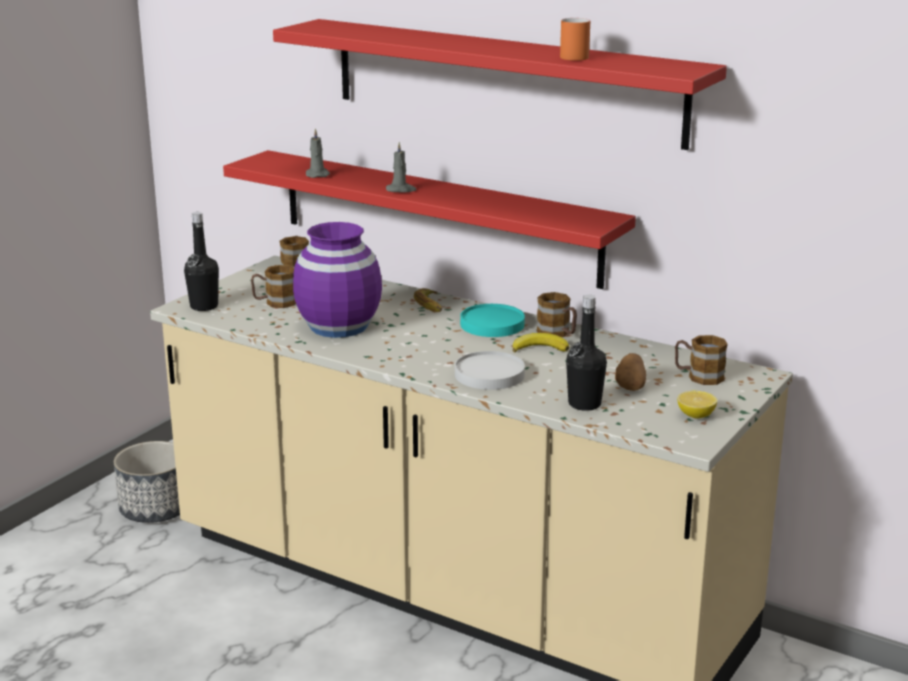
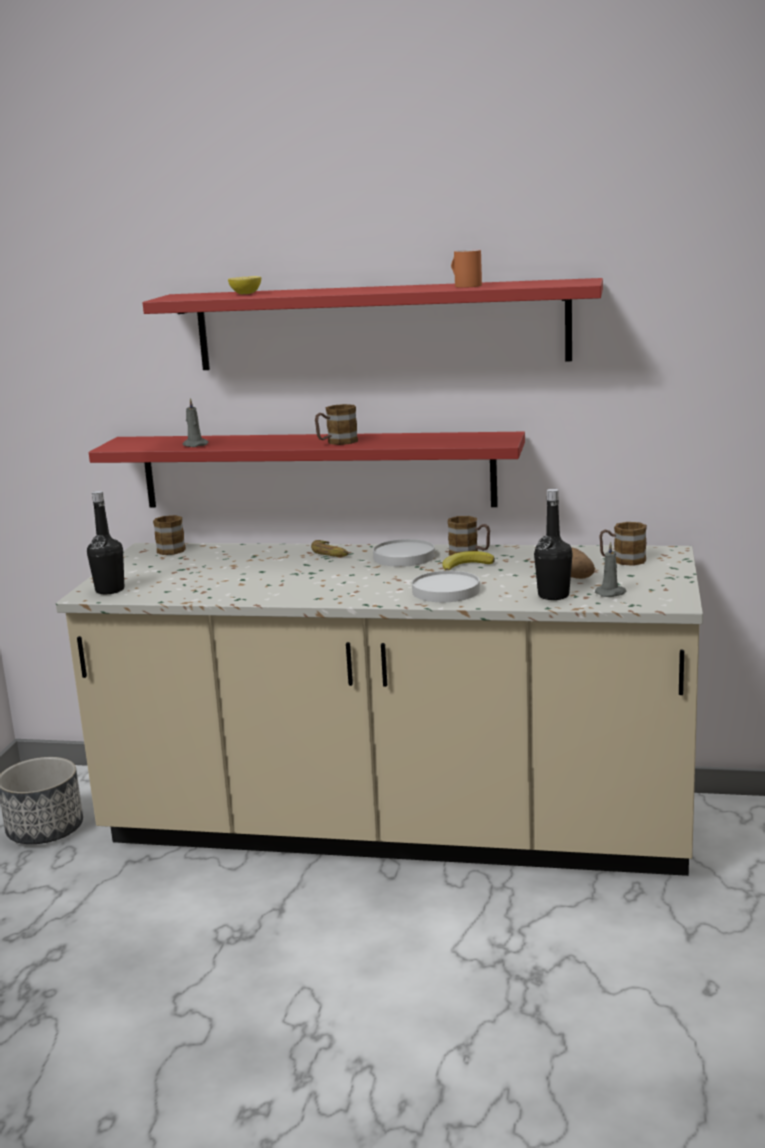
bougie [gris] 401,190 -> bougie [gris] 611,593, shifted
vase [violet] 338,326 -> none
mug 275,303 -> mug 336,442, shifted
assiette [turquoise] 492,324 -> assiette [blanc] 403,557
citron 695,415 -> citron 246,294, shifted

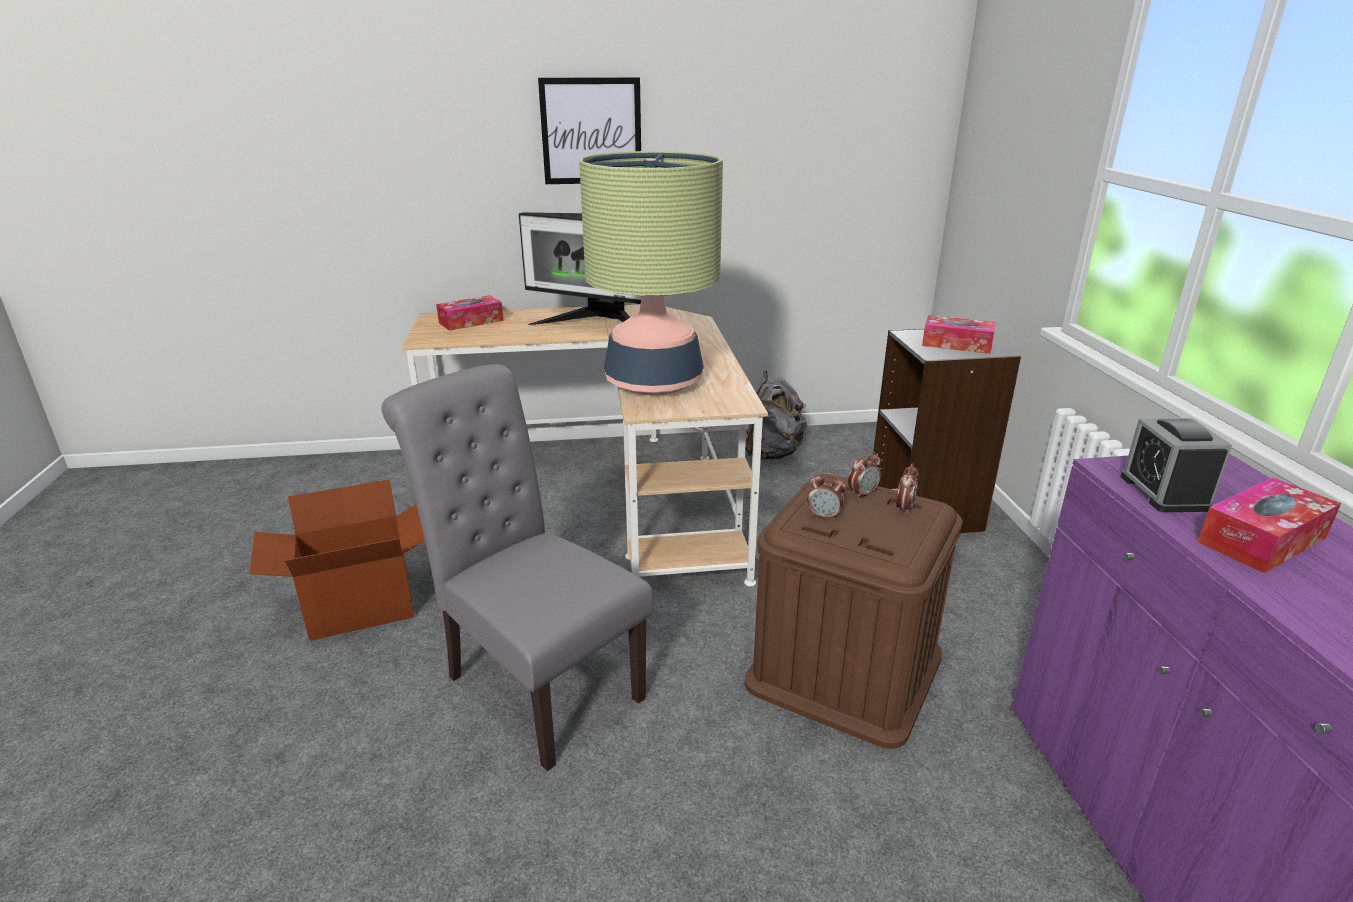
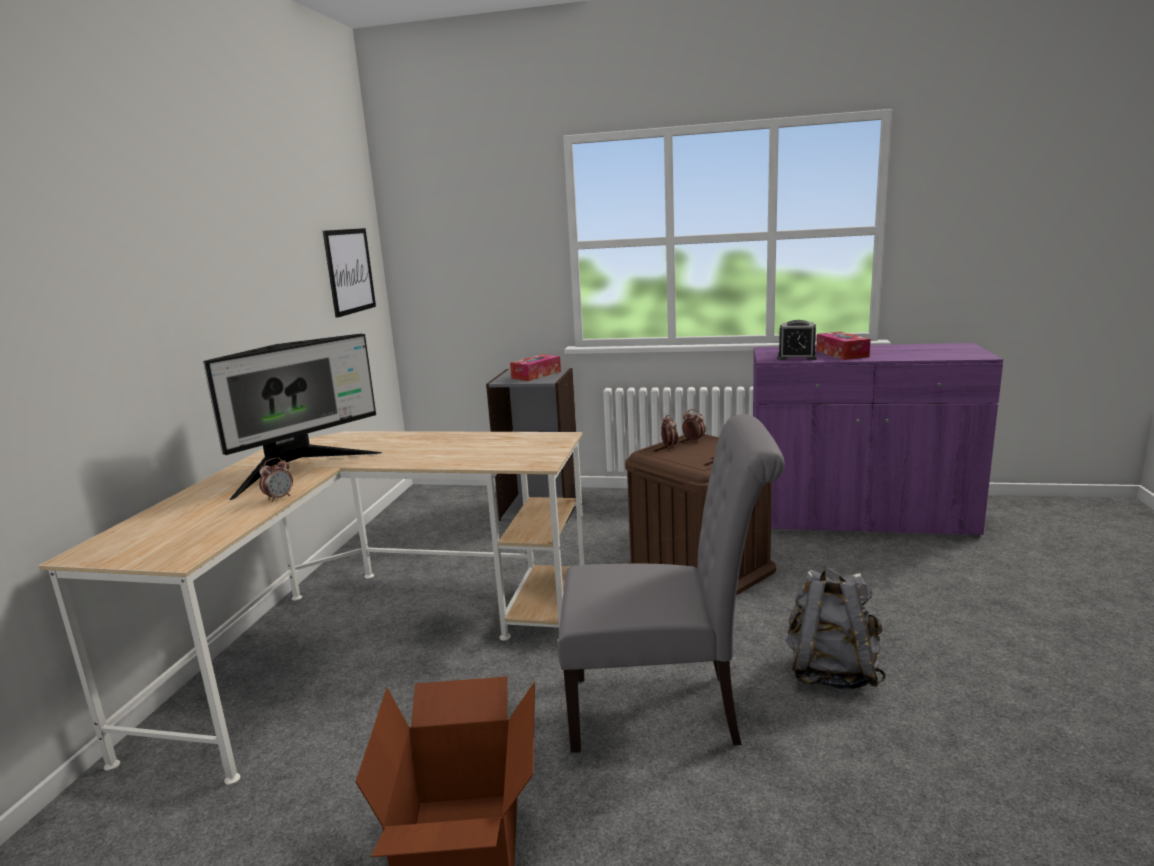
tableau 591,131 -> tableau 349,271, shifted
lampe de table 653,382 -> none
boîte à mouchoirs 471,321 -> none
chaise [gris] 535,682 -> chaise [gris] 665,710, 150 degrees counterclockwise
sac à dos [gris] 771,453 -> sac à dos [gris] 831,673, shifted
réveil 824,516 -> réveil 279,498, shifted

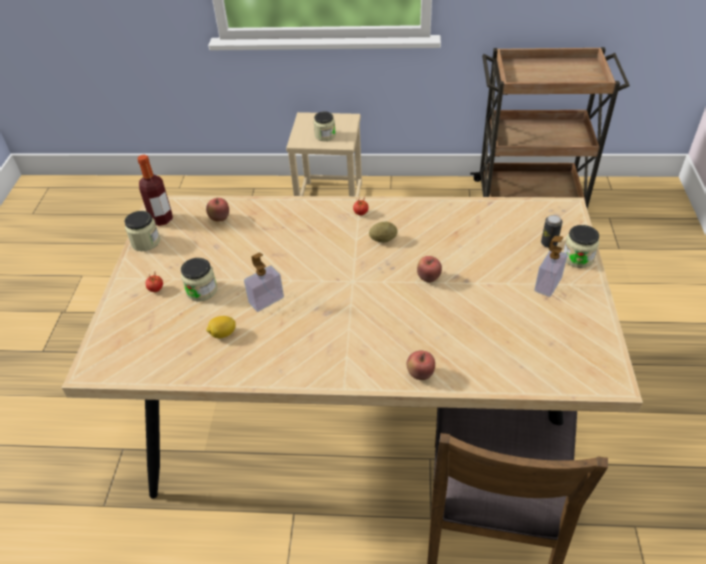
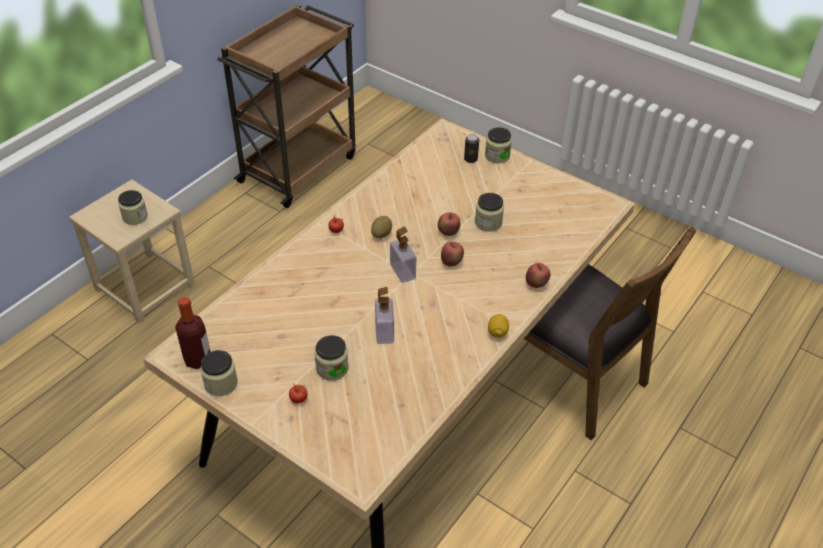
pomme 220,219 -> pomme 451,263, shifted
distributeur de savon 547,284 -> distributeur de savon 402,271, shifted
citron 223,334 -> citron 497,332, shifted
none -> bocal 488,223

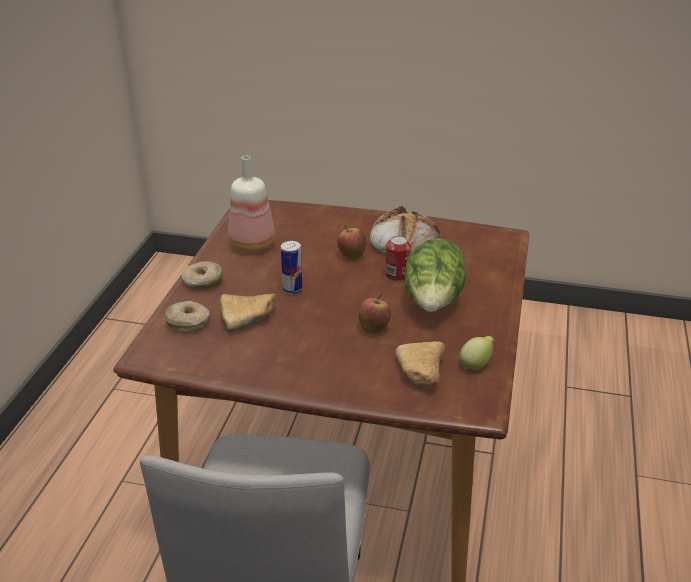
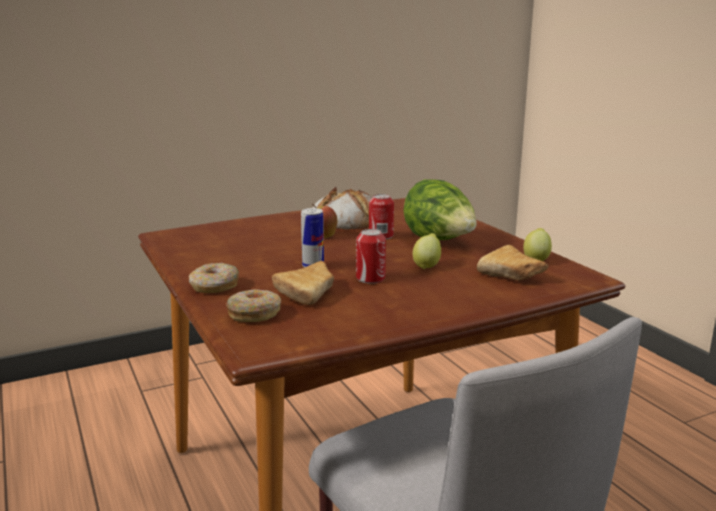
bouteille 253,245 -> none
pomme 374,328 -> citron 427,265
none -> boîte métallique 370,278

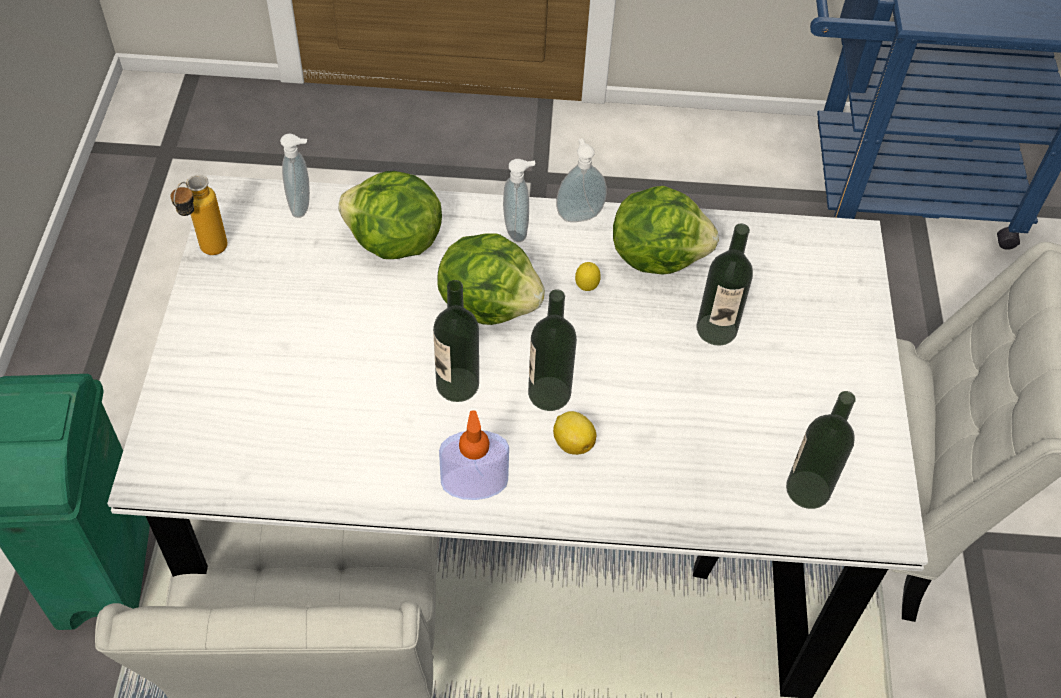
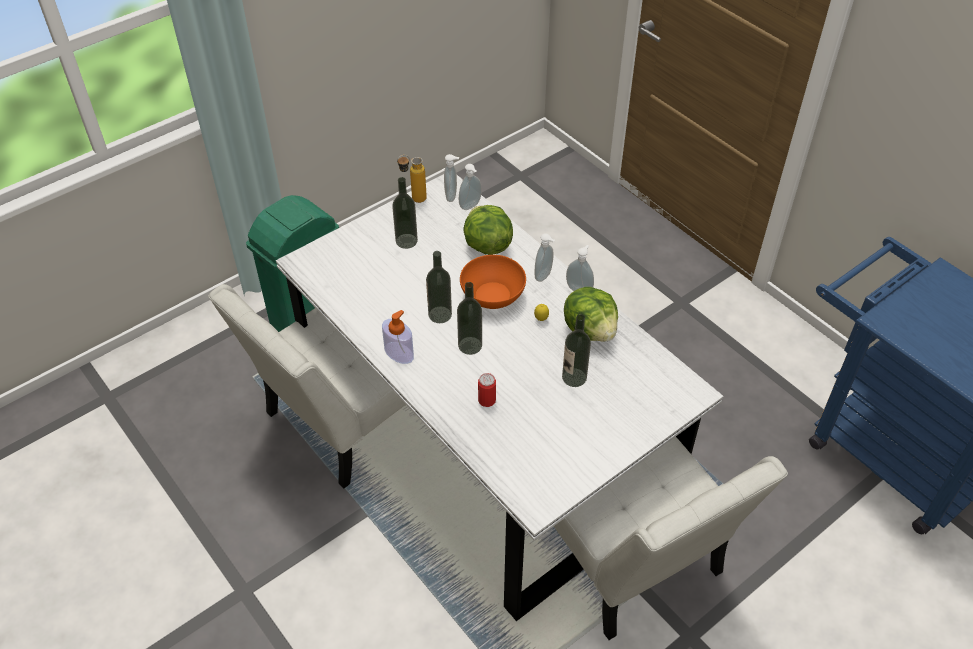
laitue 489,304 -> bol [orange] 493,295
bouteille 808,489 -> bouteille 406,241, shifted
citron 572,442 -> none
none -> distributeur de savon 452,196
none -> boîte métallique 487,400

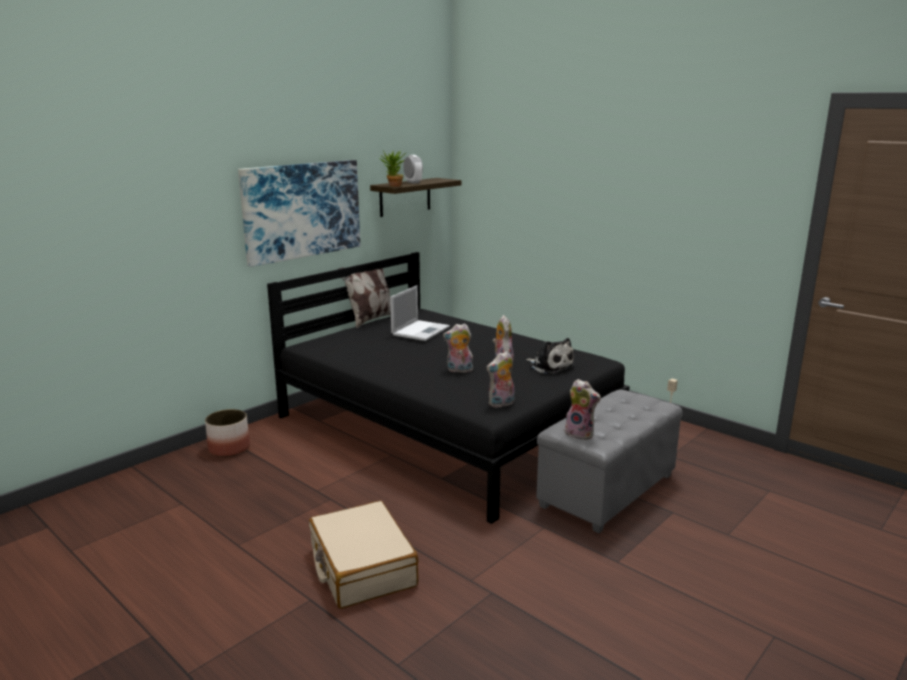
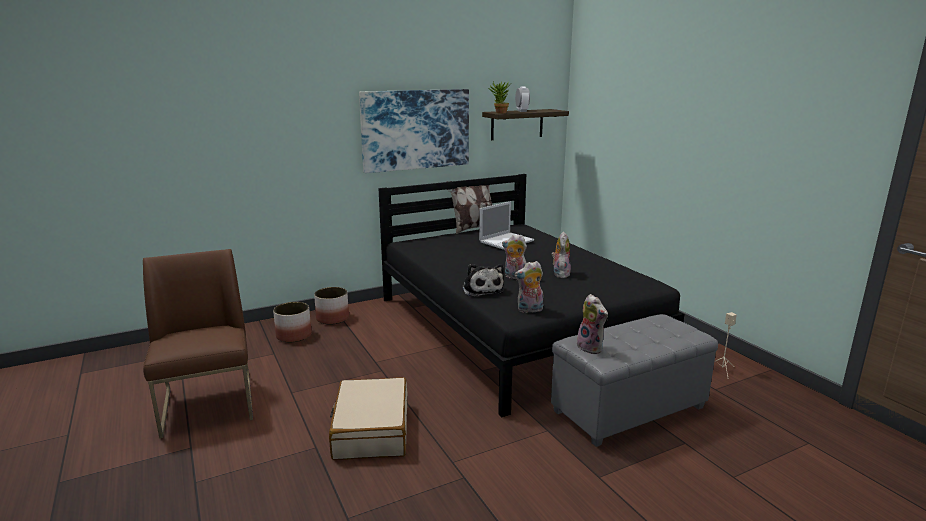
peluche 549,366 -> peluche 482,289, shifted
none -> chaise [marron] 209,405
none -> cache-pot 294,335

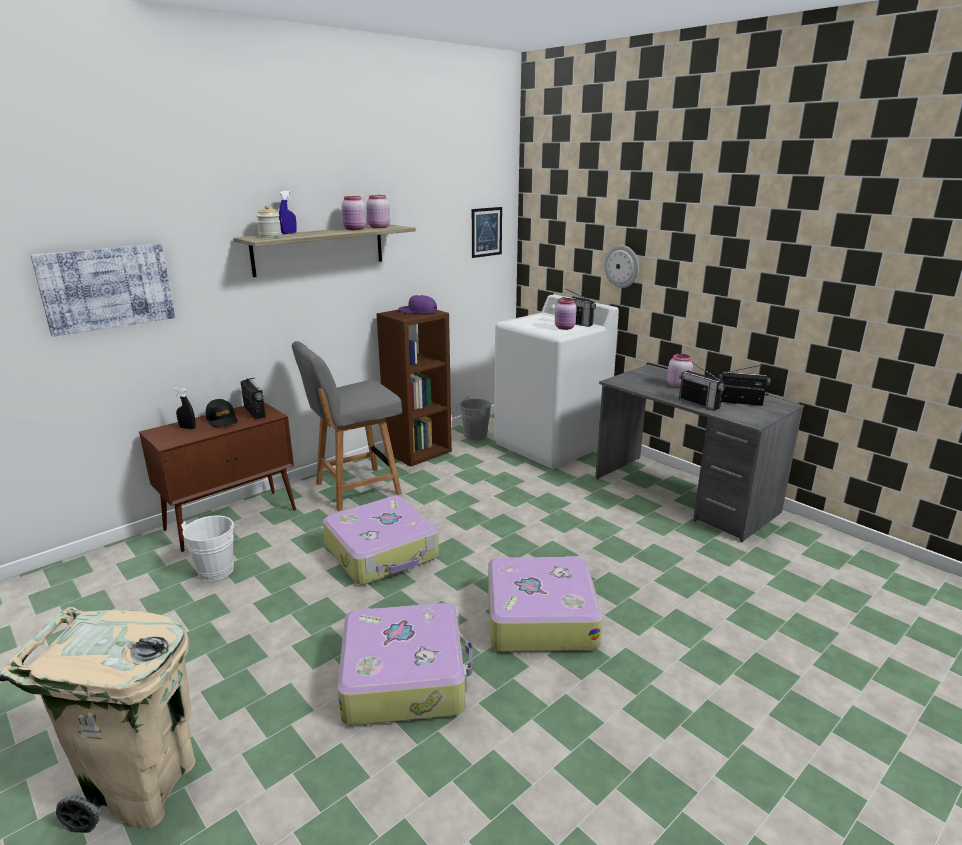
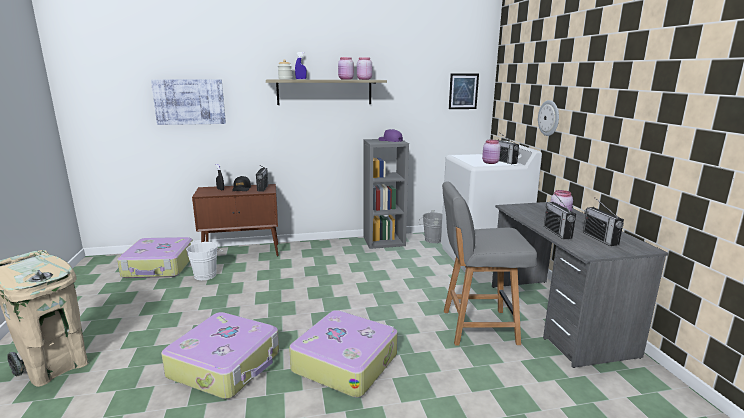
bibliothèque [marron] 418,451 -> bibliothèque [gris] 384,241
chaise [gris] 355,489 -> chaise [gris] 477,327, shifted
radio 740,402 -> radio 600,238, 150 degrees counterclockwise
valise 382,552 -> valise 159,266, shifted

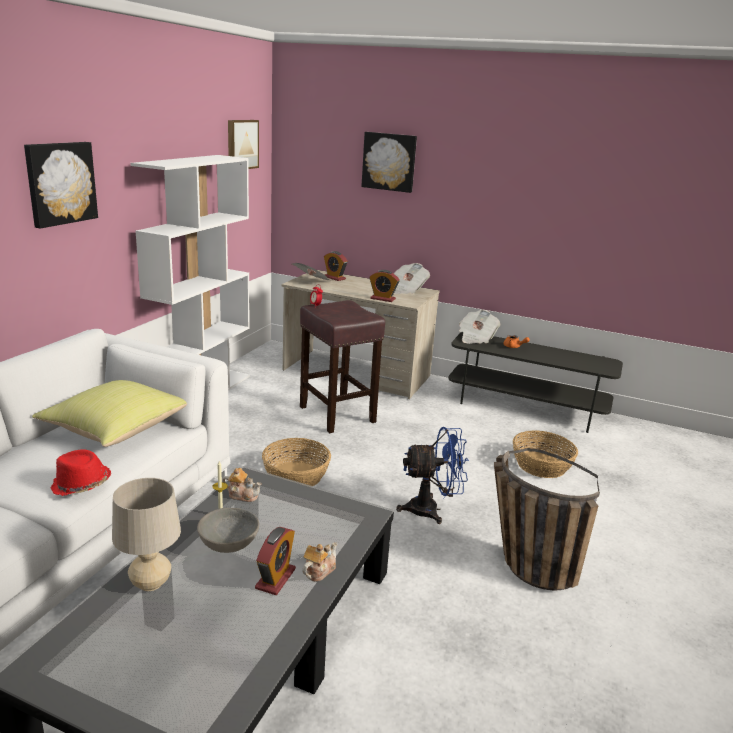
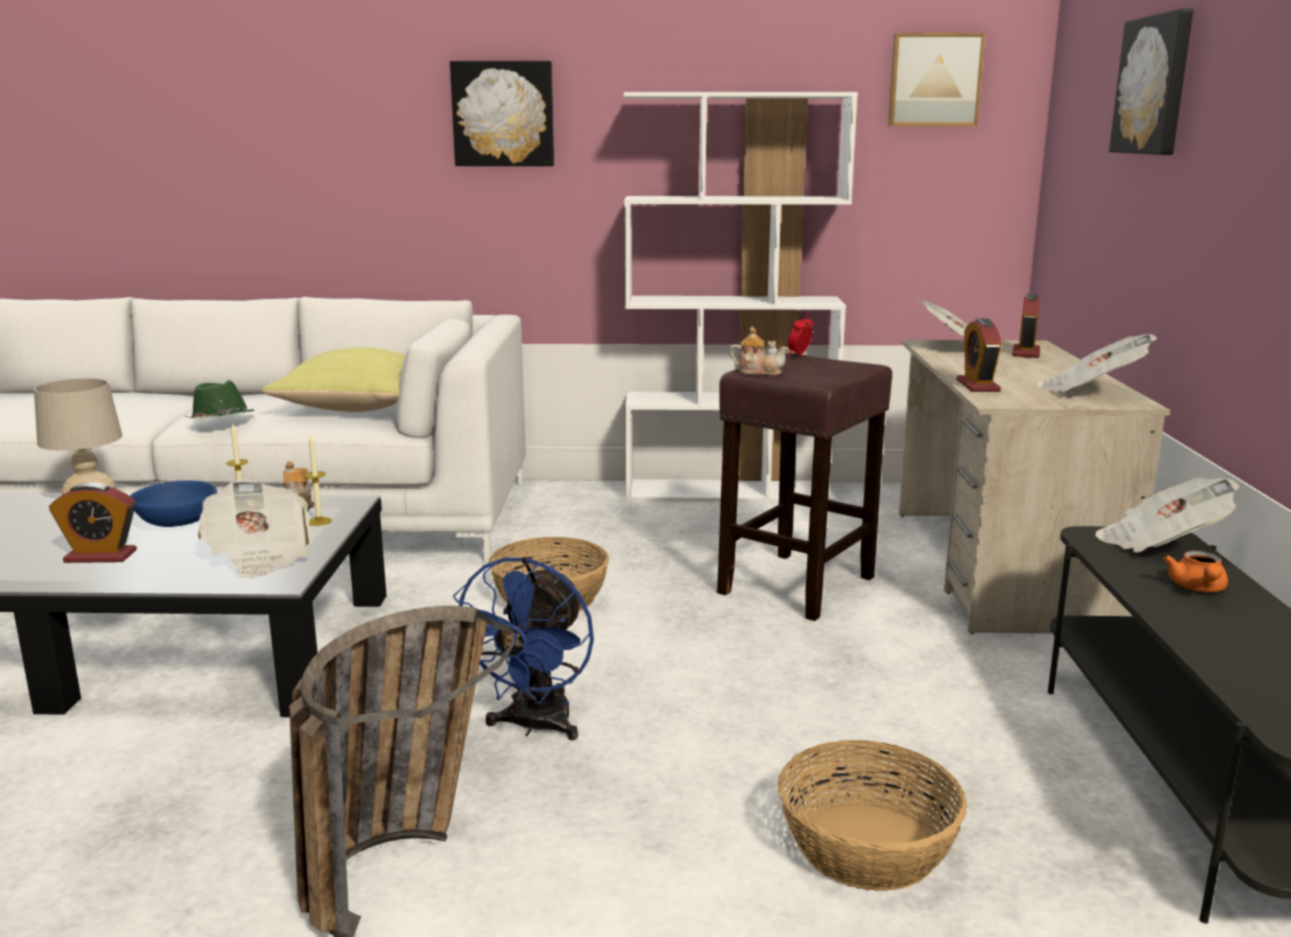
ventilateur [bleu] 431,510 -> ventilateur [bleu] 534,727, 45 degrees clockwise
chapeau [rouge] 81,485 -> chapeau [vert] 220,421
bol [gris] 229,543 -> bol [bleu] 178,523
théière 318,571 -> théière 758,372, shifted
none -> bougie 319,521
none -> journal 259,556

